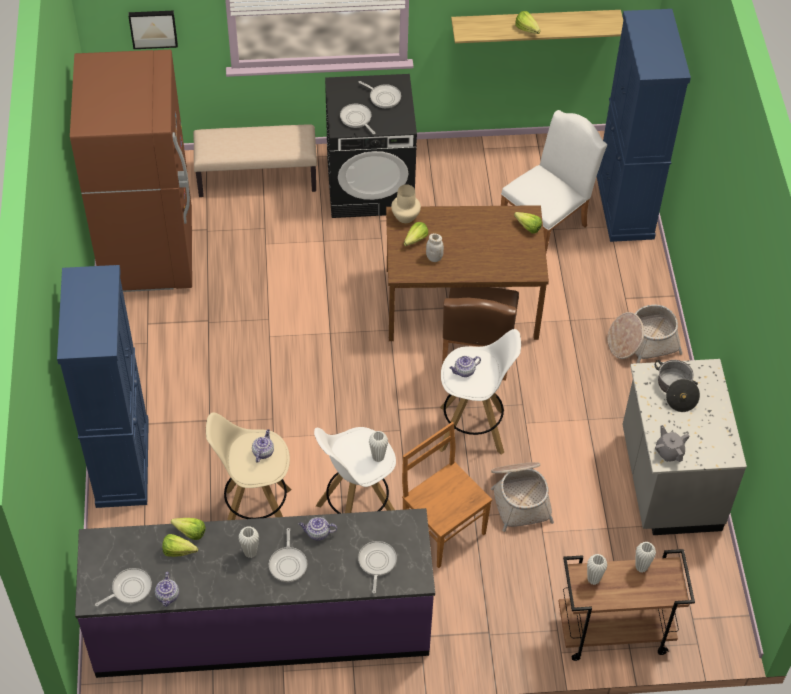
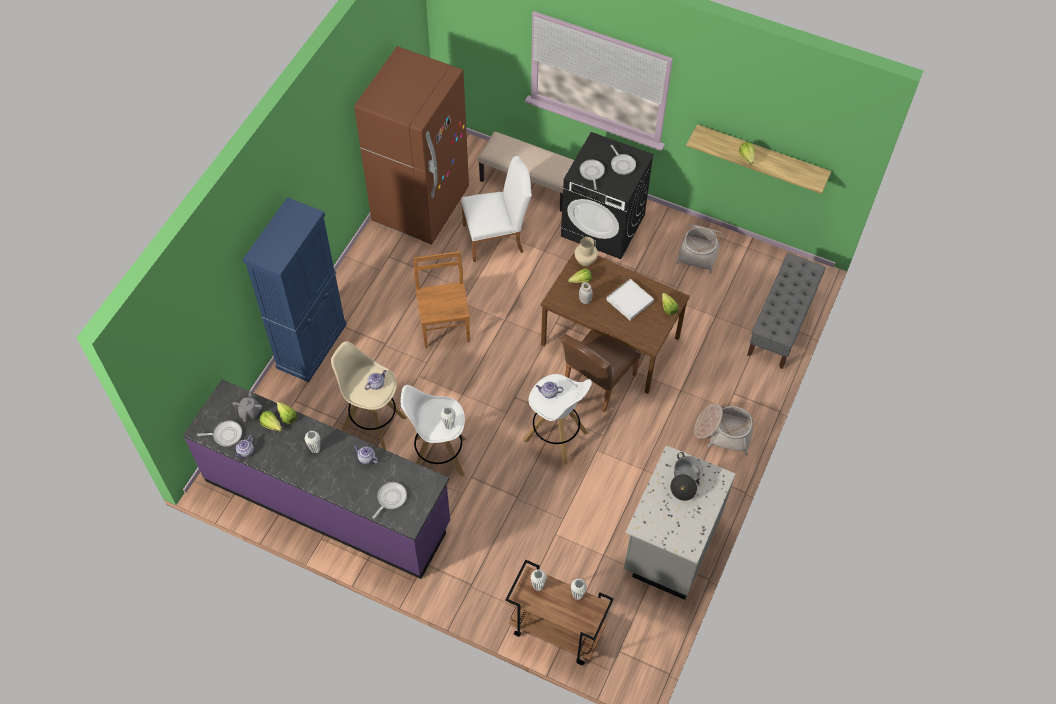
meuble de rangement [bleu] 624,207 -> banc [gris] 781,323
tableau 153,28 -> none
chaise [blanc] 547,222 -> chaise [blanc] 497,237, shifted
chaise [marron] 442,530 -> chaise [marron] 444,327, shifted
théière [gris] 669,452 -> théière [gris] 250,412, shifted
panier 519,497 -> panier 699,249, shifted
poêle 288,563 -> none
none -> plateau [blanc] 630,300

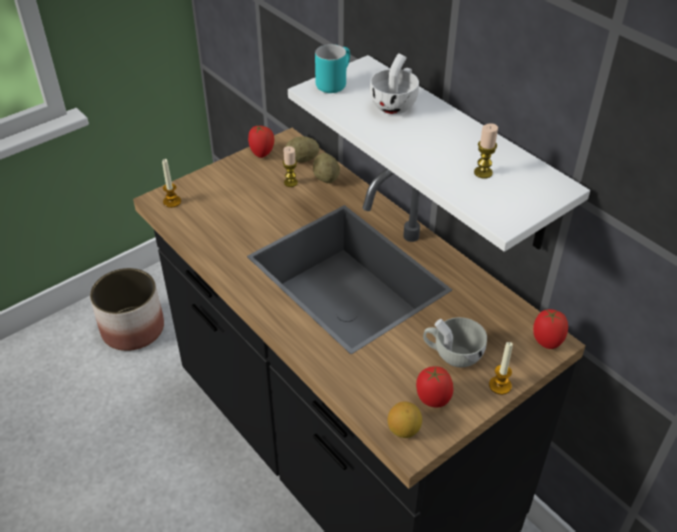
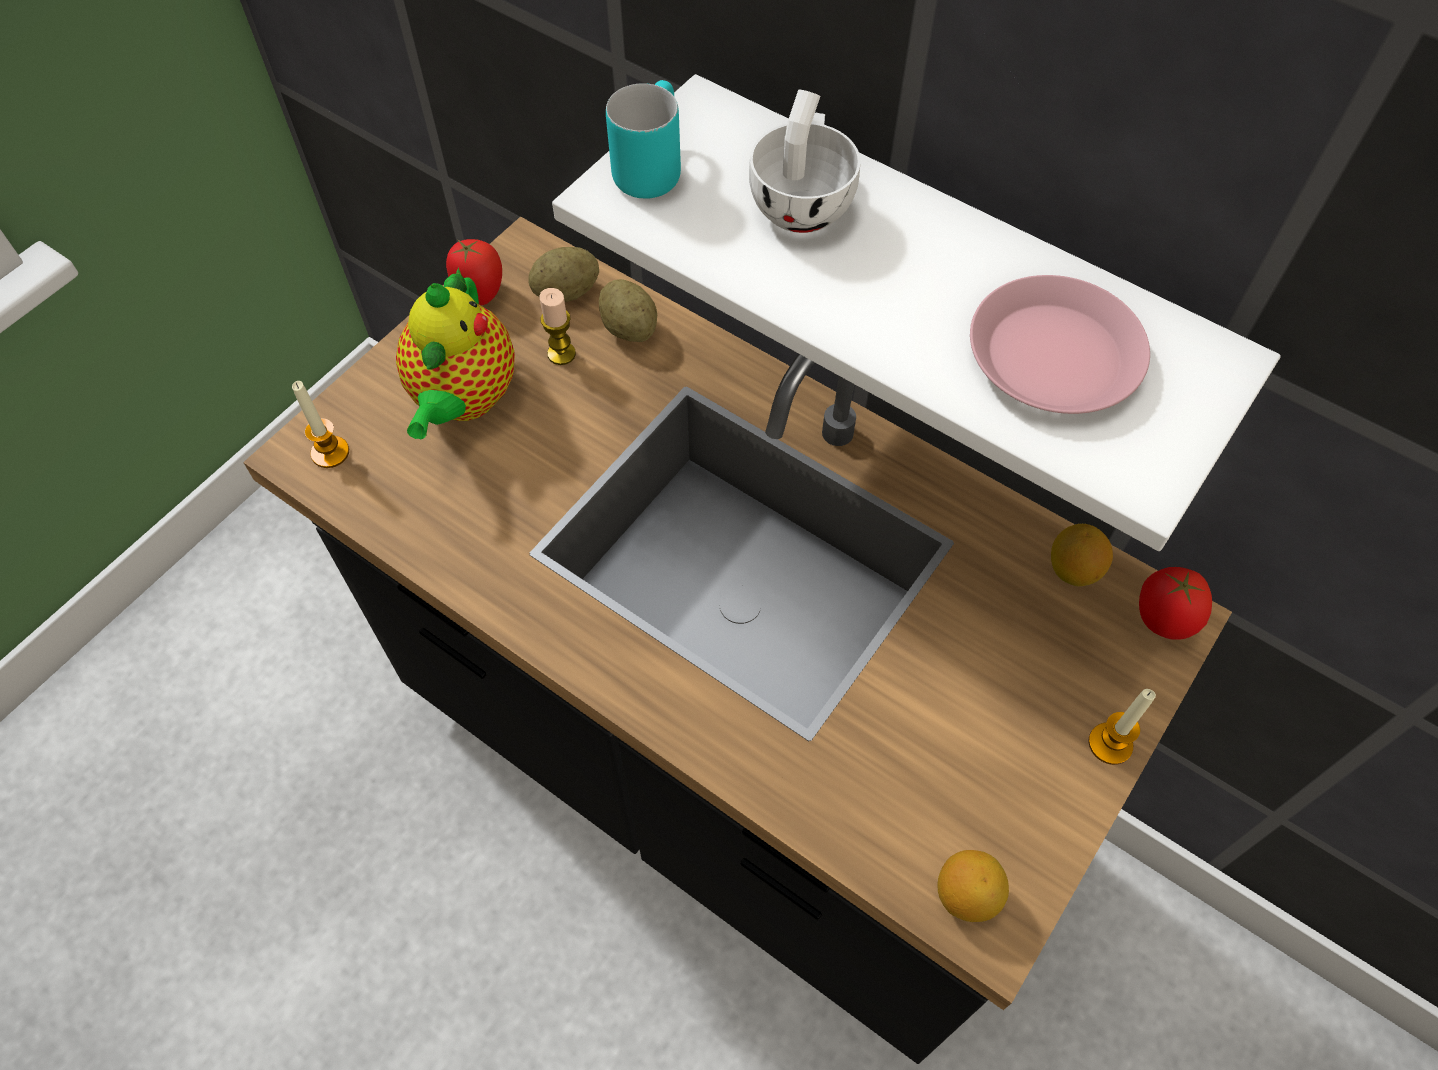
bougie 483,172 -> assiette [rose] 1053,355
cache-pot 133,328 -> none
tasse [blanc] 452,354 -> none
tomate 432,399 -> none
none -> théière 463,401
none -> citron 1072,570

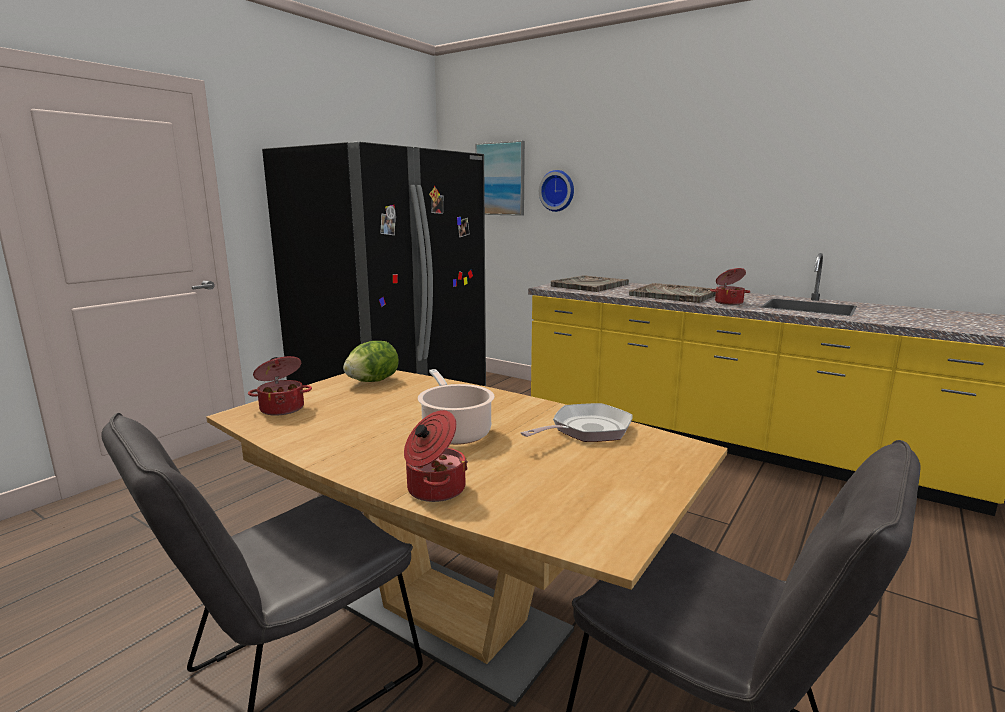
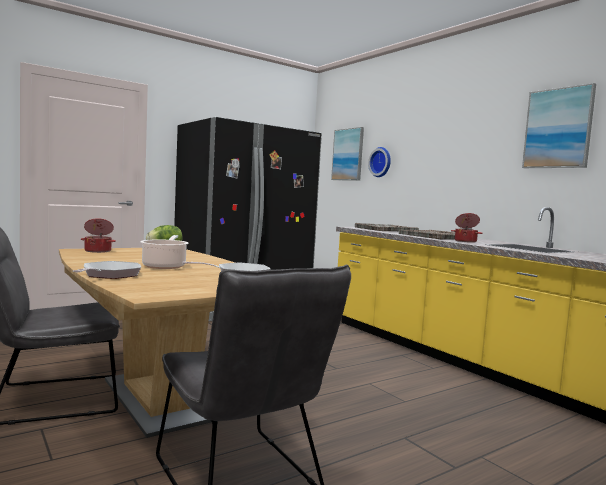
marmite 434,489 -> poêle 109,275
none -> tableau 558,128

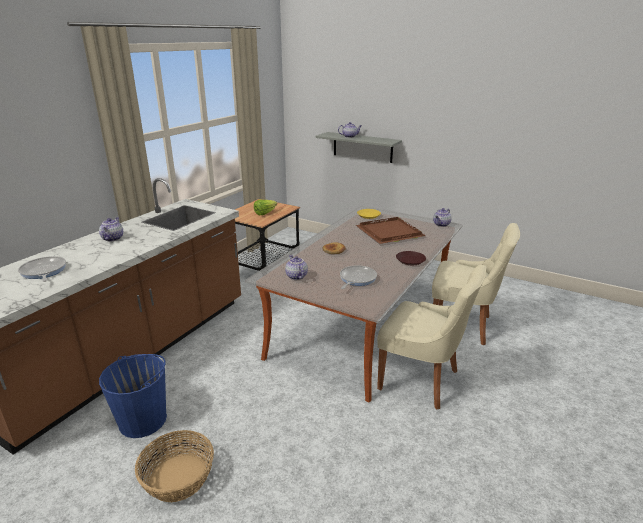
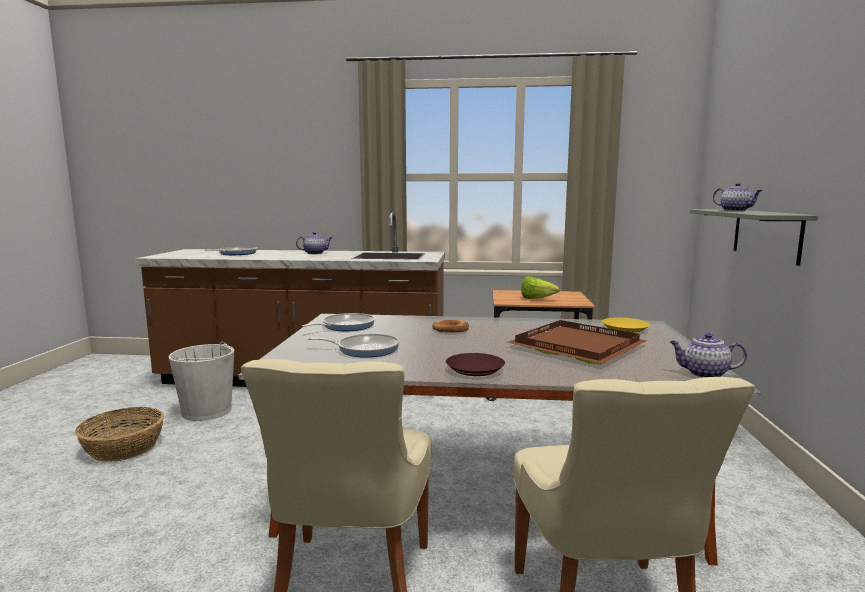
théière 296,276 -> poêle 345,326
seau [bleu] 143,420 -> seau [blanc] 207,411

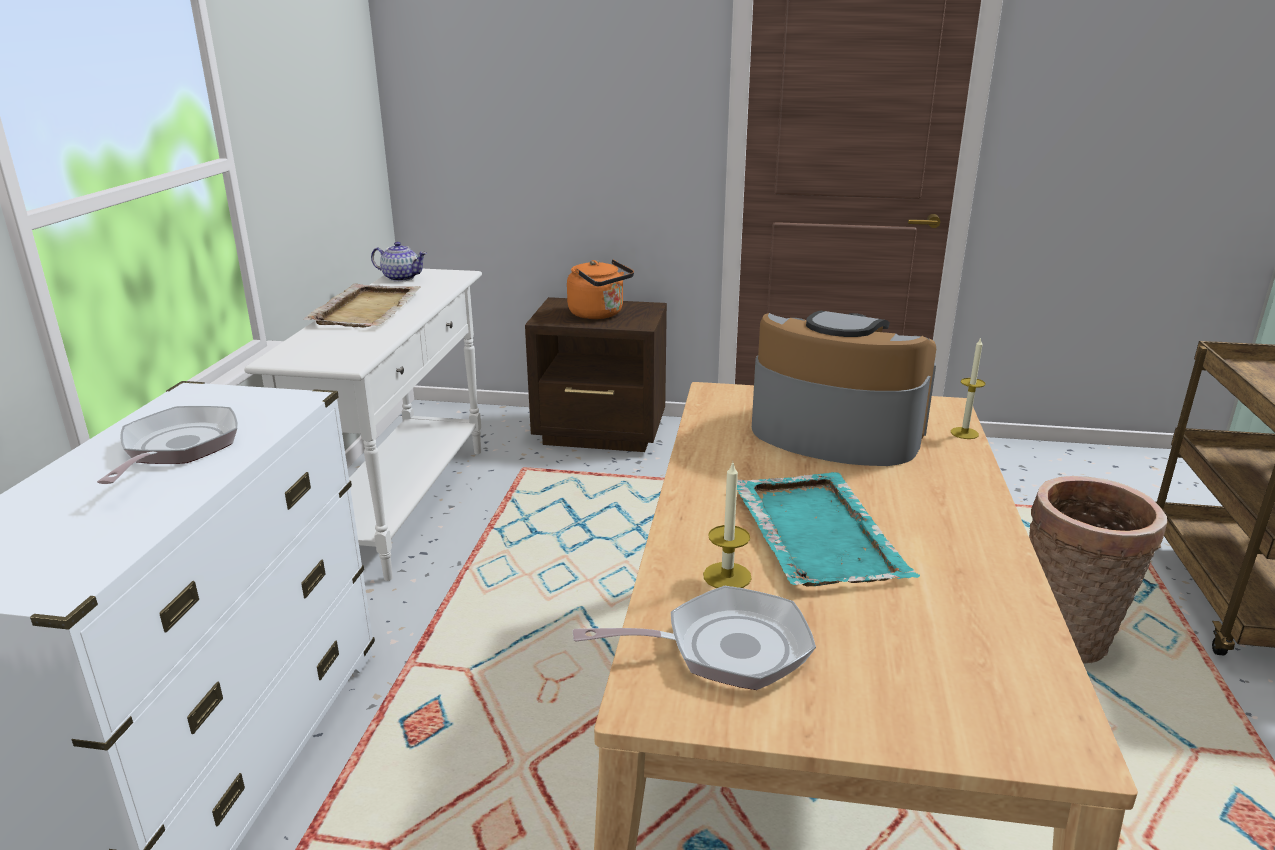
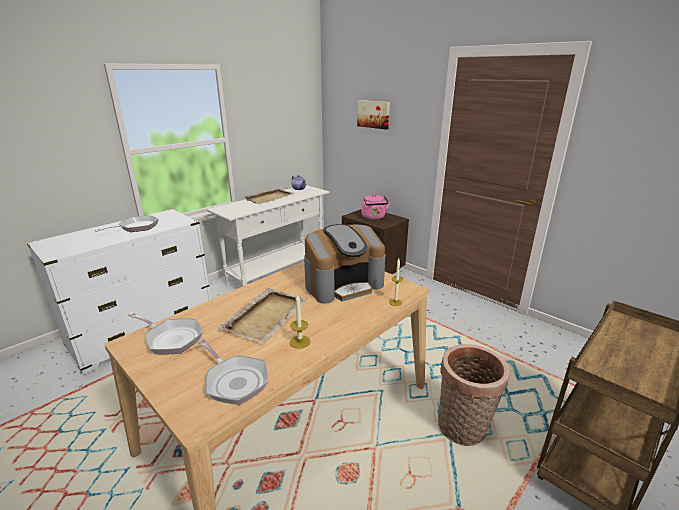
bouilloire [orange] 599,314 -> bouilloire [rose] 374,217
machine à café 834,432 -> machine à café 343,284, 90 degrees clockwise
bougie 727,576 -> bougie 300,342, shifted
plateau [turquoise] 816,532 -> plateau [beige] 266,316
none -> tableau 373,114
none -> poêle 234,380

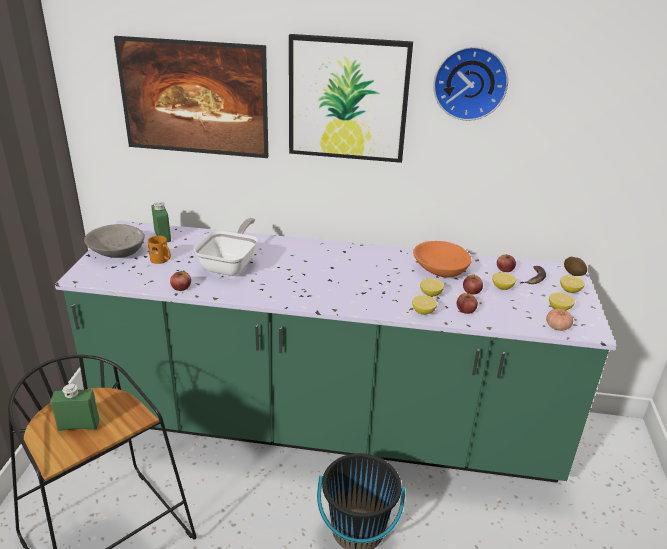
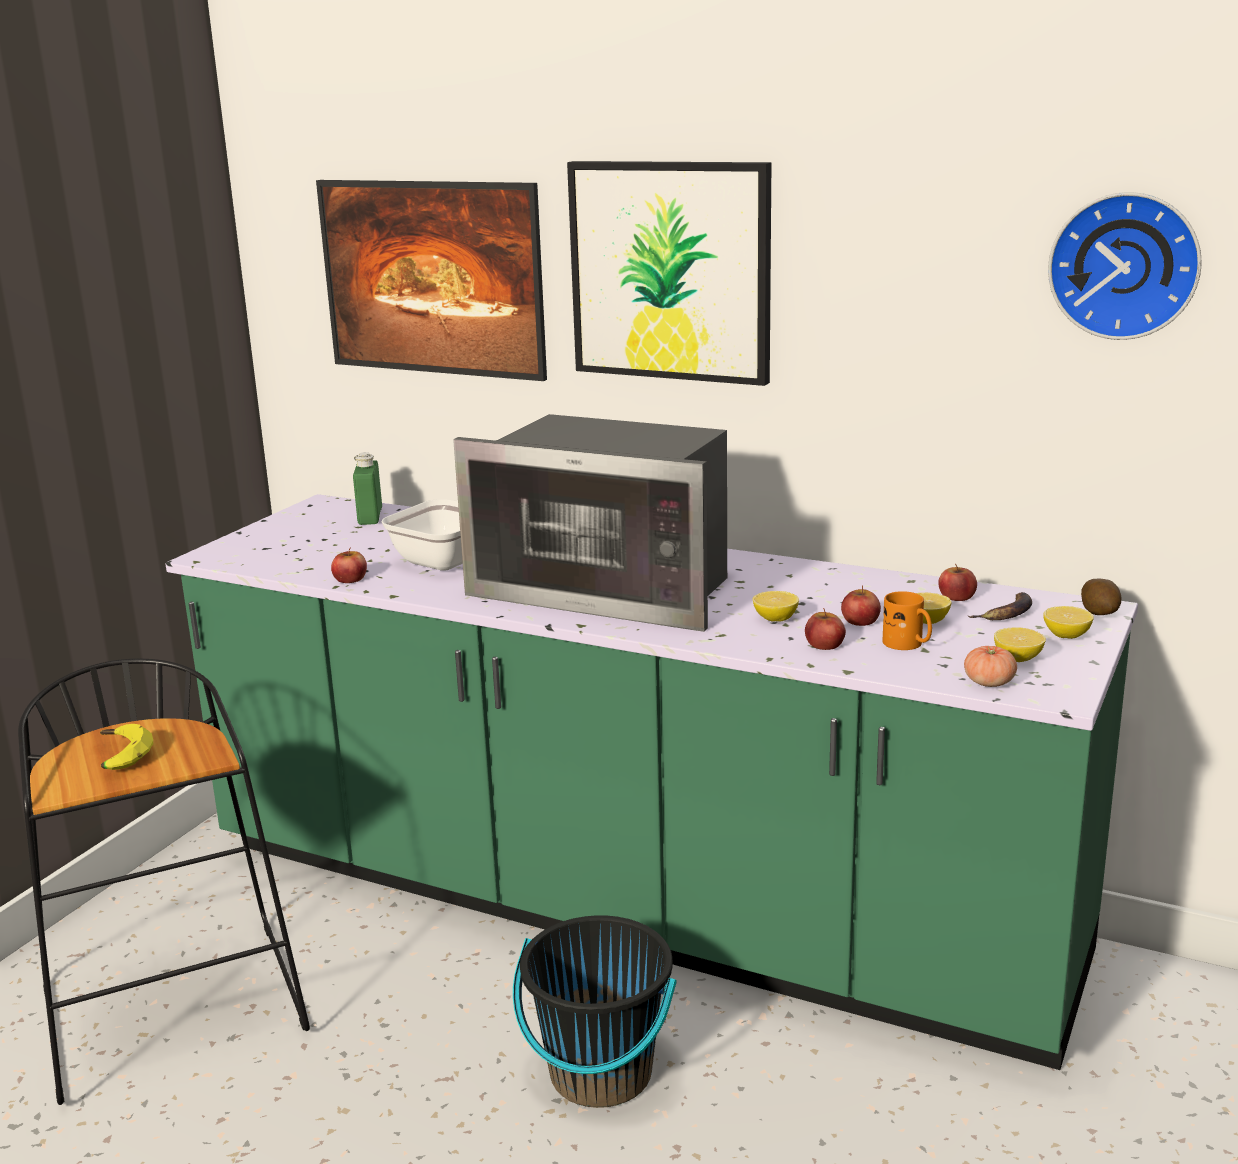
horloge murale 470,83 -> horloge murale 1124,265, shifted
bol [gris] 116,251 -> none
mug [orange] 162,260 -> mug [orange] 909,645, shifted
bol [orange] 440,269 -> none
citron 423,312 -> none
bouteille [vert] 79,425 -> banane 118,756
none -> micro-ondes 610,589

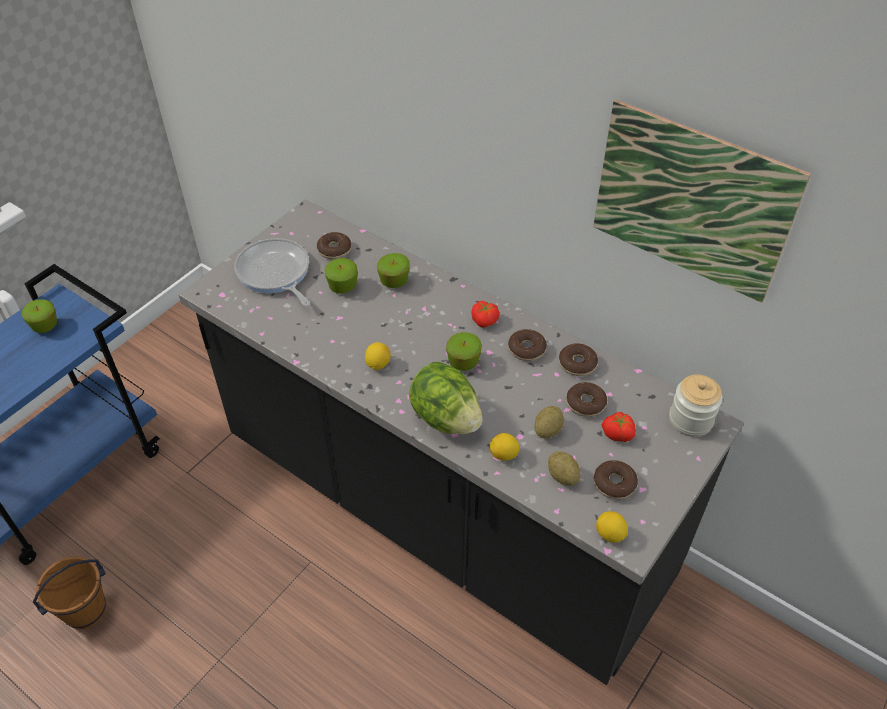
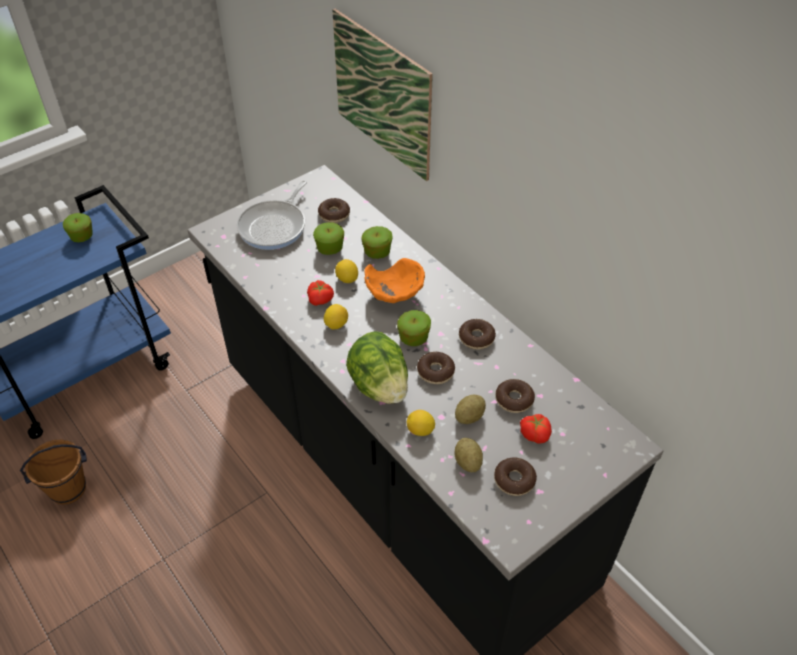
tableau 691,202 -> tableau 382,94, shifted
poêle 275,273 -> poêle 275,226, 135 degrees counterclockwise
tomate 485,320 -> tomate 321,299, shifted
beignet 577,364 -> beignet 435,372, shifted
bocal 690,420 -> none
citron 609,534 -> citron 347,279, shifted
none -> bol [orange] 394,296

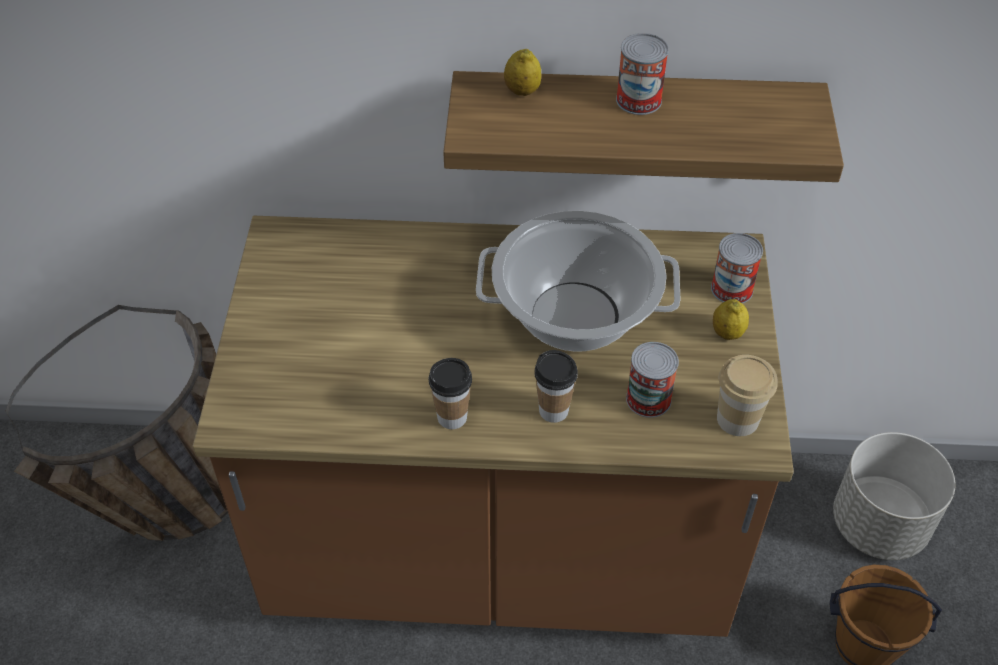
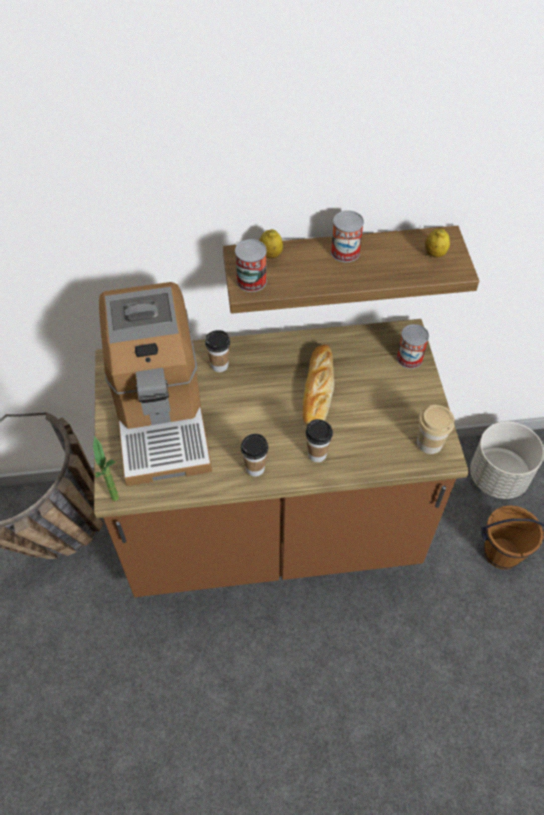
marmite 576,316 -> pain 317,389
citron 727,333 -> citron 435,253, shifted
boîte métallique 648,399 -> boîte métallique 251,281, shifted
none -> machine à café 161,415
none -> tasse 219,365
none -> plante en pot 118,503

